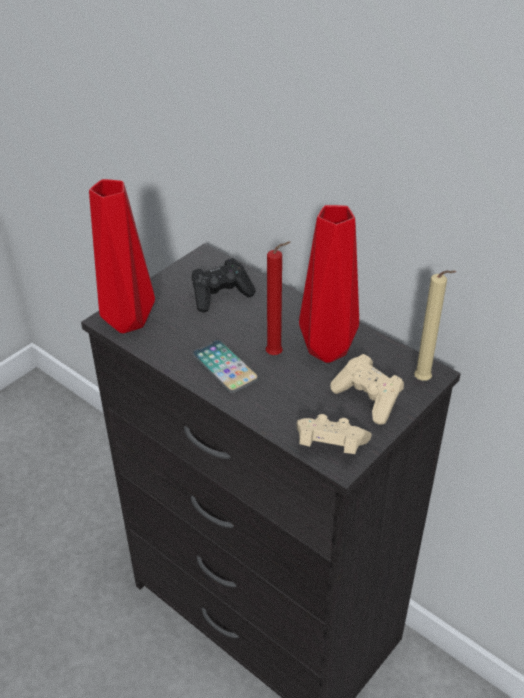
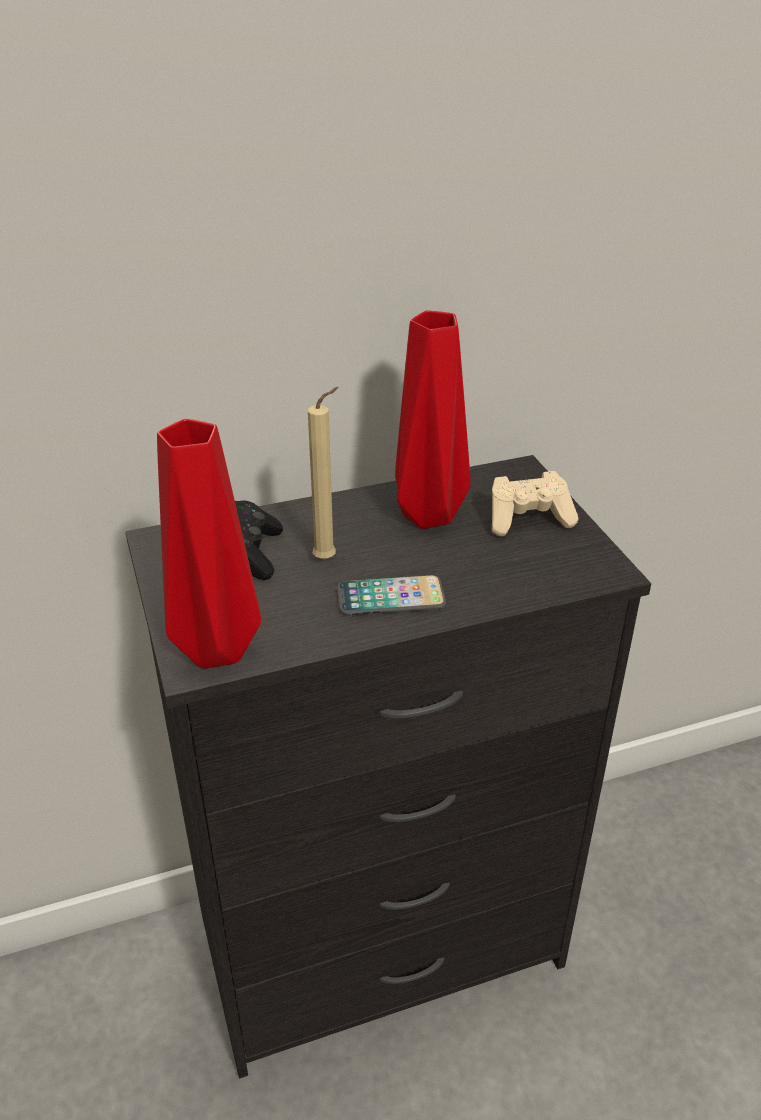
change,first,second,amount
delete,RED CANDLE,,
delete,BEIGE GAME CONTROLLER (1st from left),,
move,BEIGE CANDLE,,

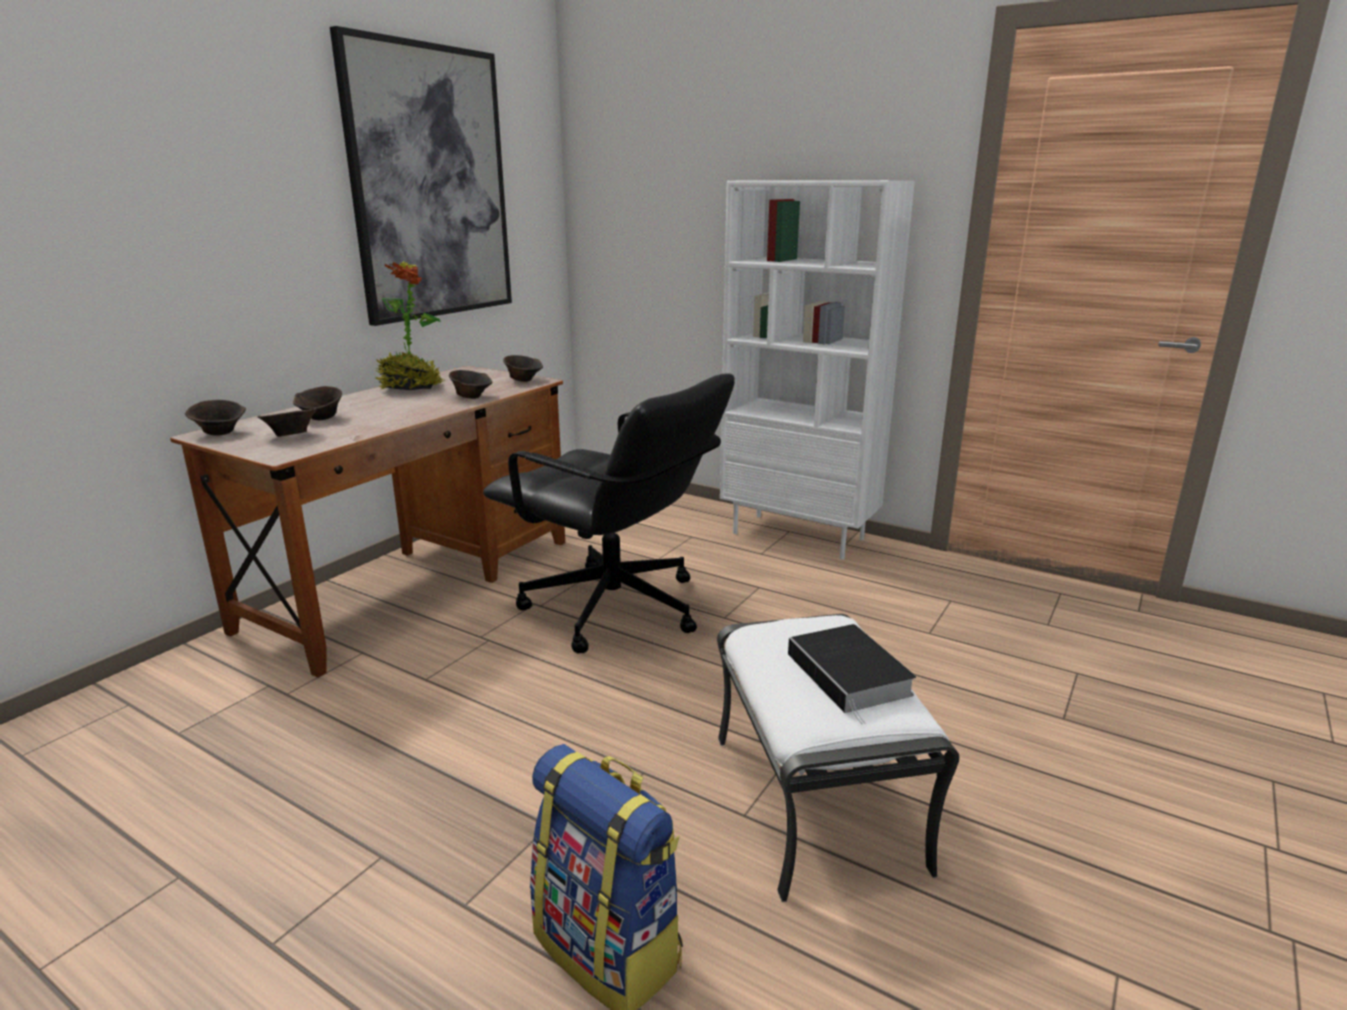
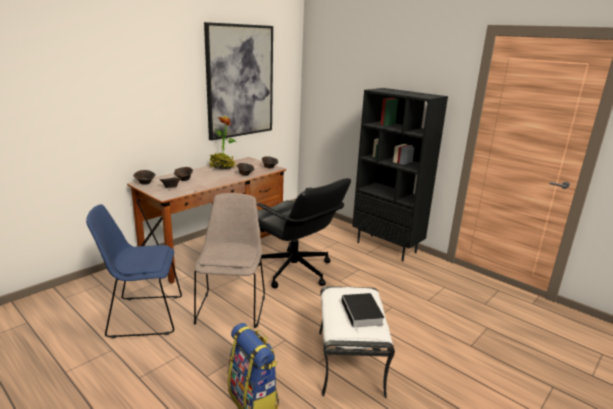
change,first,second,amount
recolor,WHITE BOOKCASE,BLACK BOOKCASE,
insert,,BLUE CHAIR,
insert,,BEIGE CHAIR,

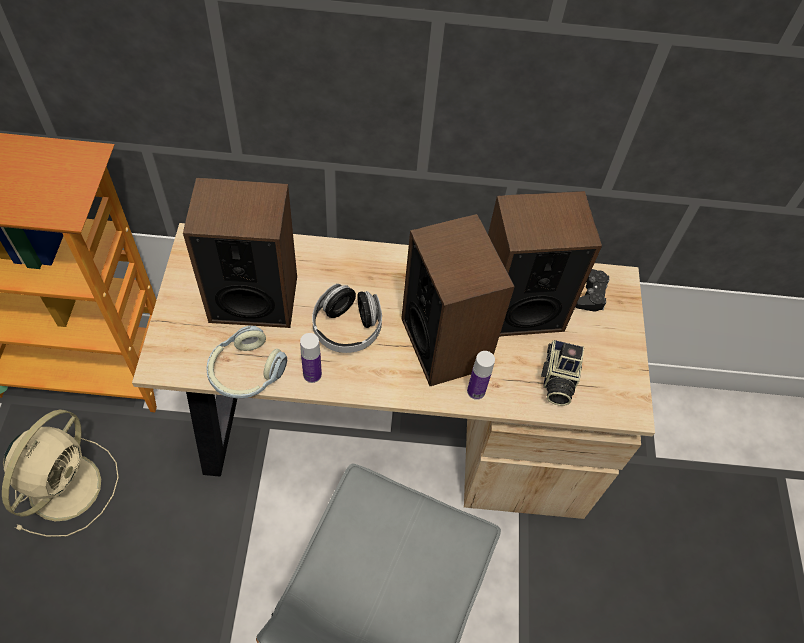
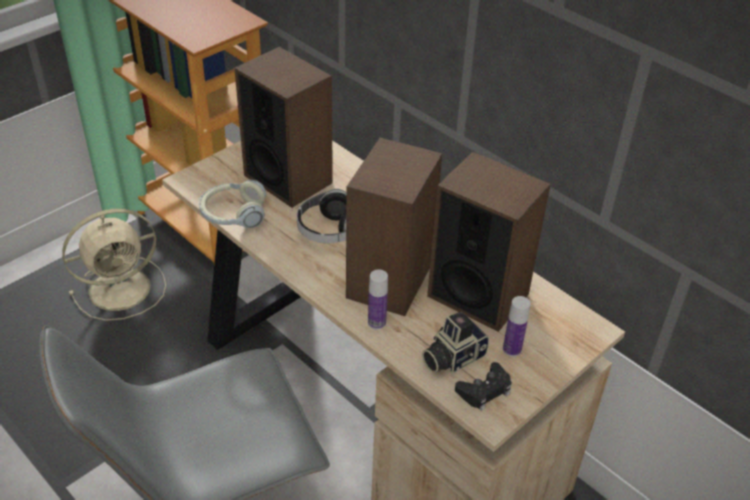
change,first,second,amount
move,BOTTLE (1st from left in the first image),BOTTLE (2nd from left),
move,BLACK GAME CONTROLLER,,

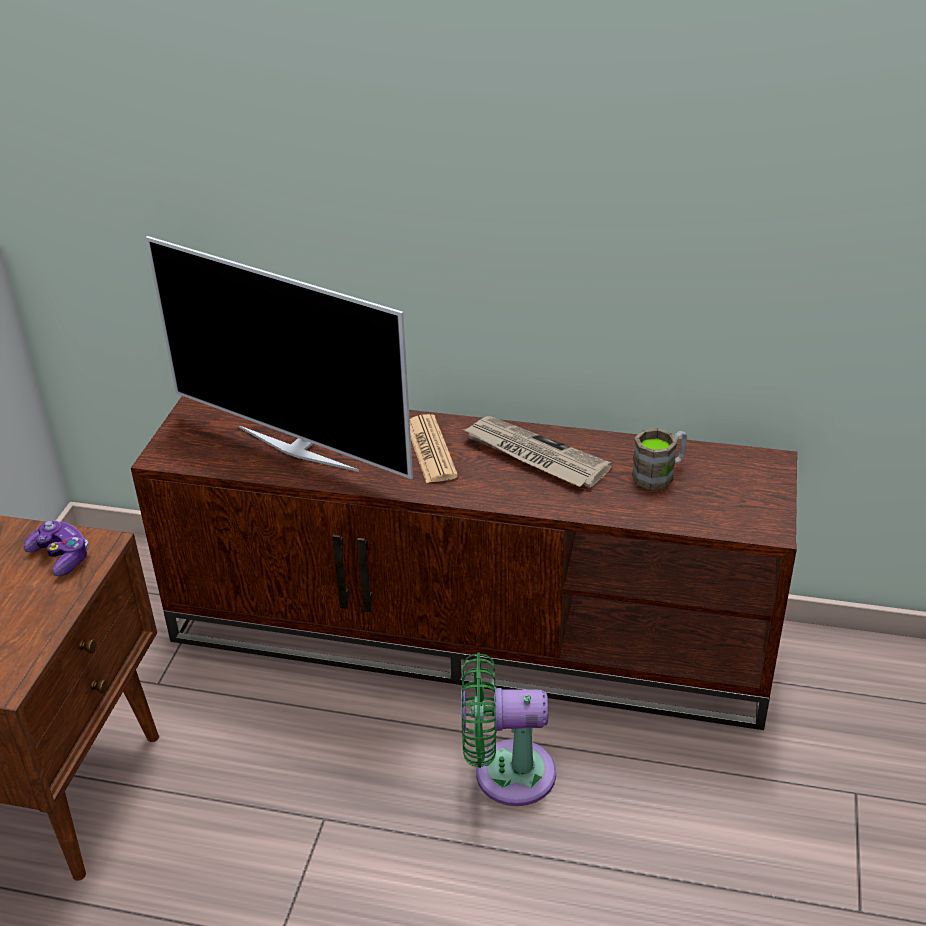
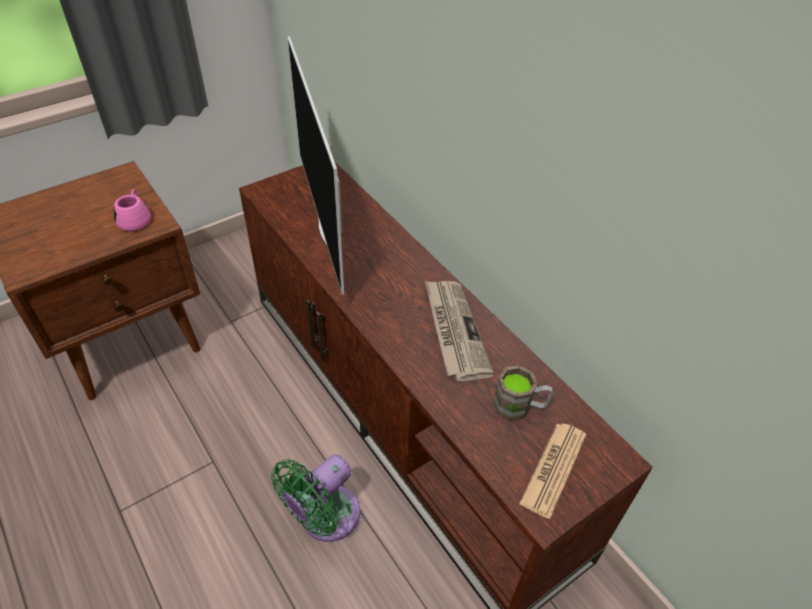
change,first,second,amount
replace,GAME CONTROLLER,PINK MUG,
move,NEWSPAPER (1st from left in the first image),NEWSPAPER (2nd from left),
rotate,GREEN FAN,,90 degrees counterclockwise

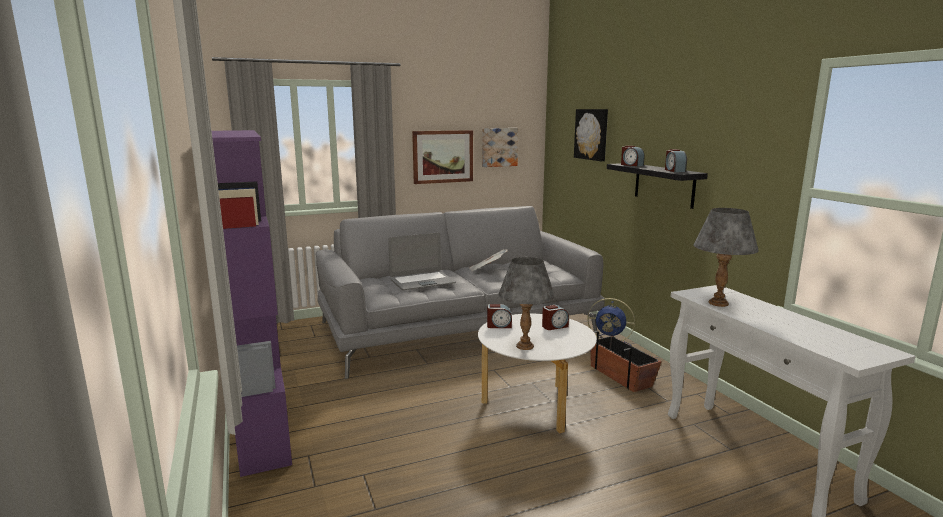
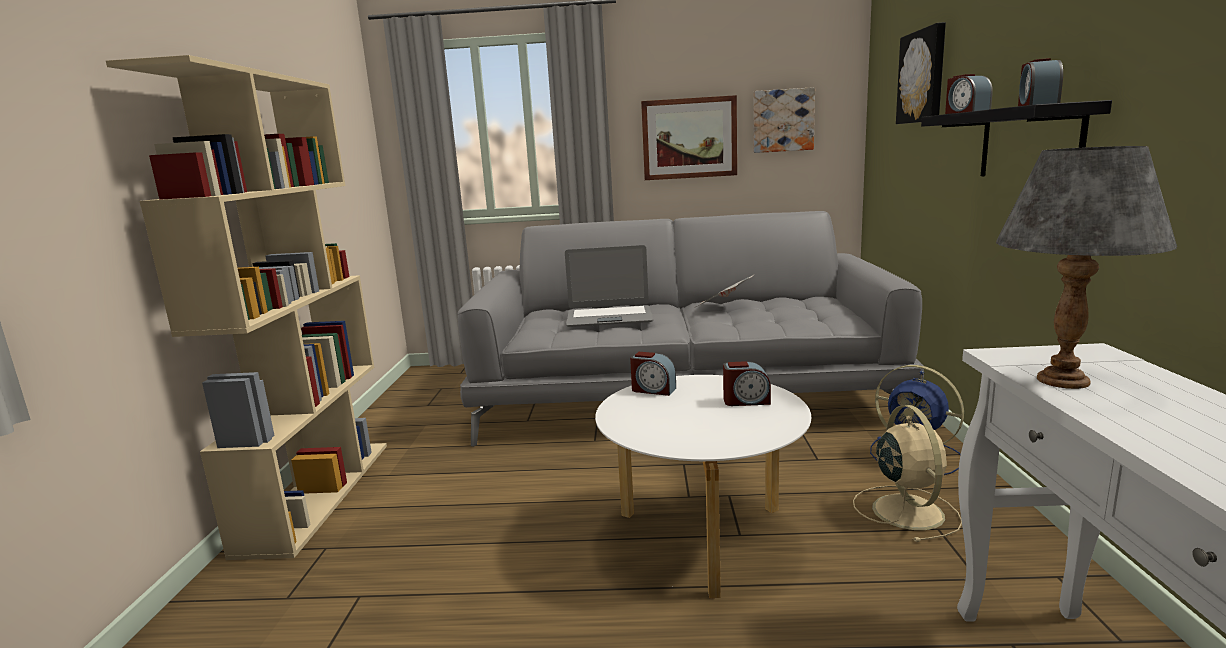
change,first,second,amount
recolor,PURPLE BOOKCASE,BEIGE BOOKCASE,
delete,GREY TABLE LAMP (1st from left),,
replace,PLANTER,BEIGE FAN,

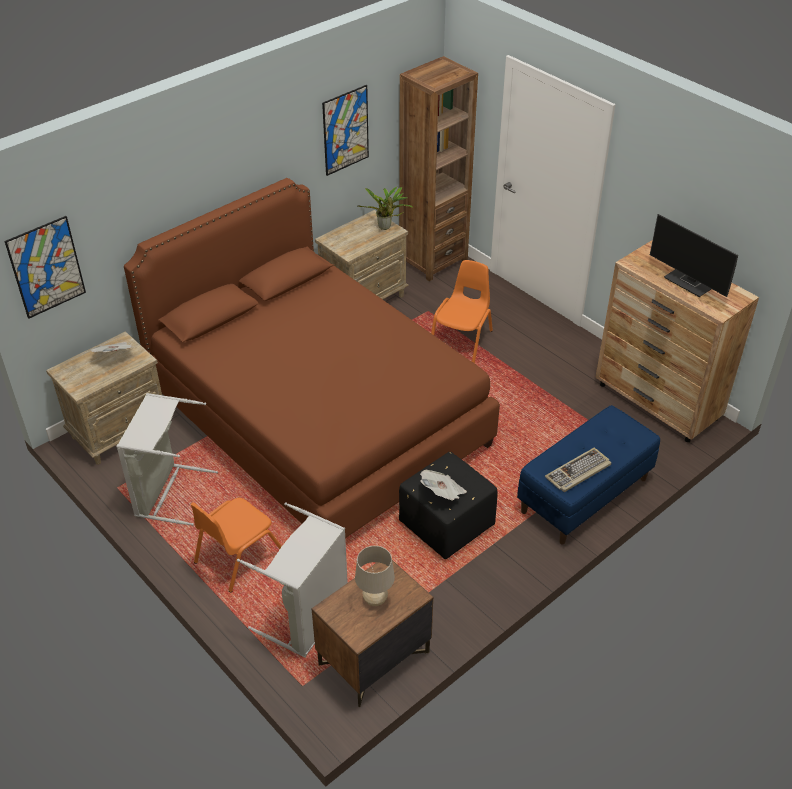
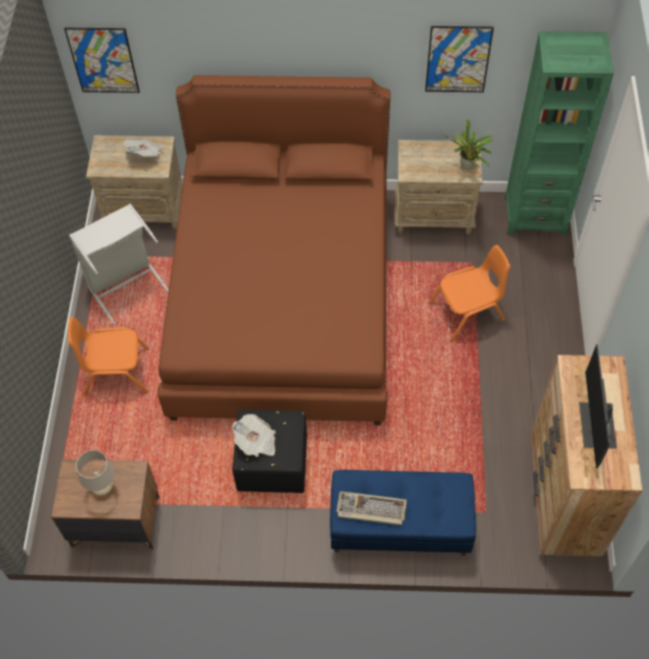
change,first,second,amount
delete,GREY LAUNDRY BASKET (2nd from left),,
recolor,BROWN BOOKCASE,GREEN BOOKCASE,

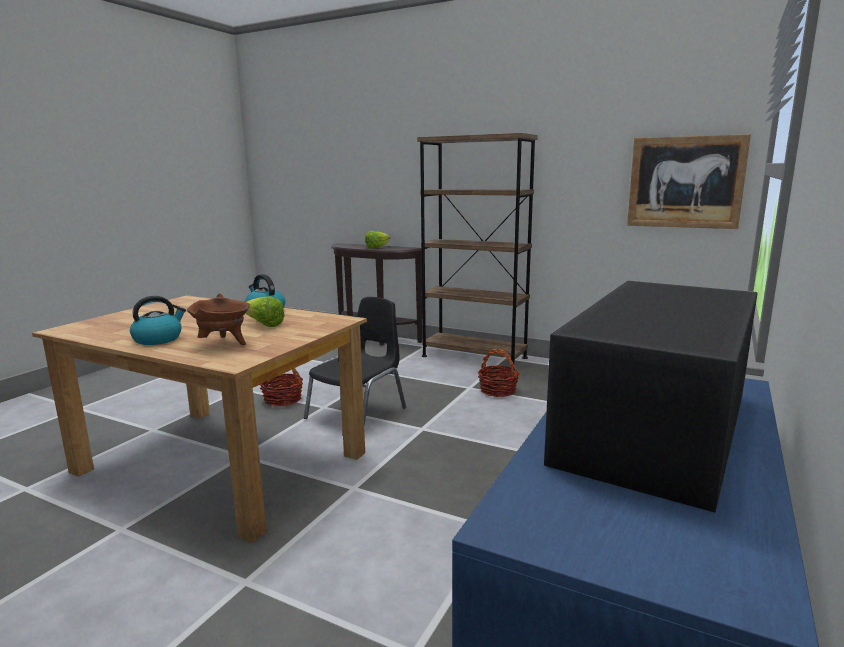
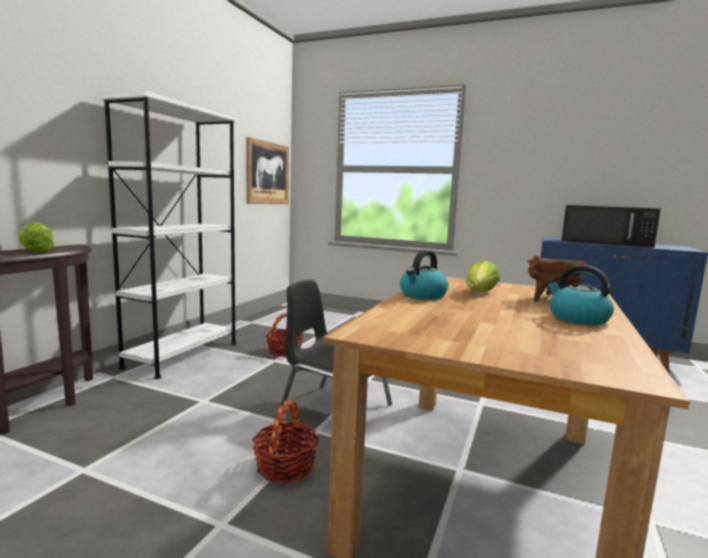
change,first,second,amount
recolor,BROWN BOOKCASE,WHITE BOOKCASE,

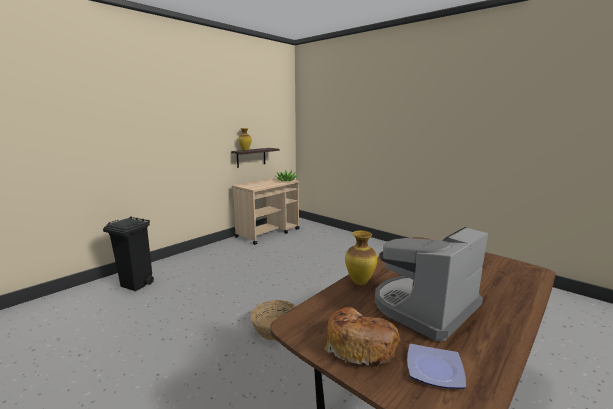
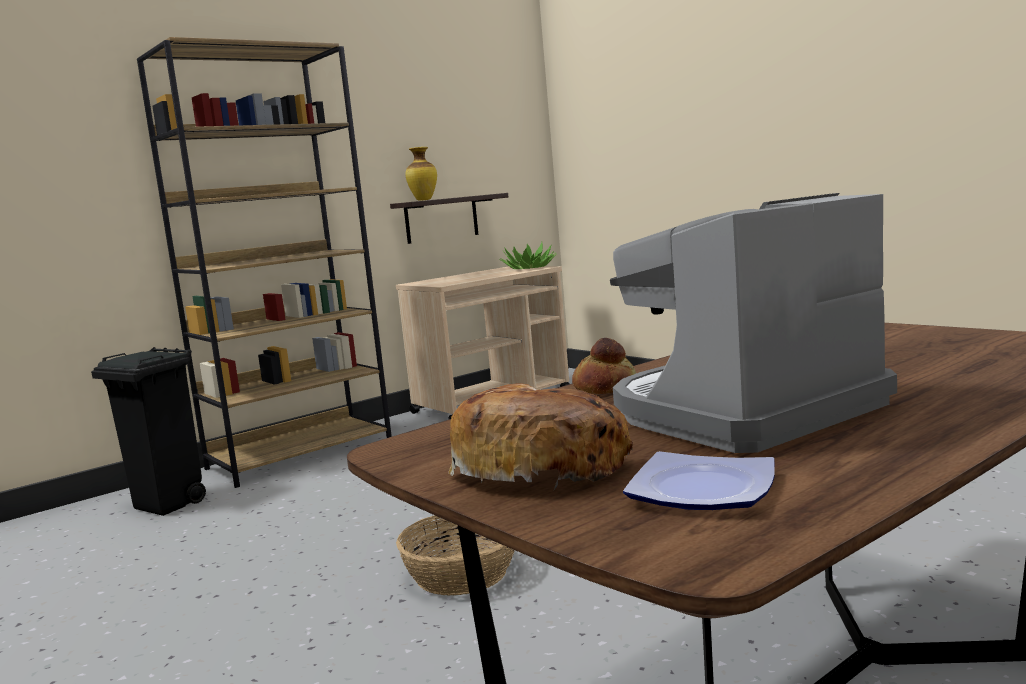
change,first,second,amount
replace,VASE (2nd from left),BREAD (2nd from left),
insert,,BROWN BOOKCASE,

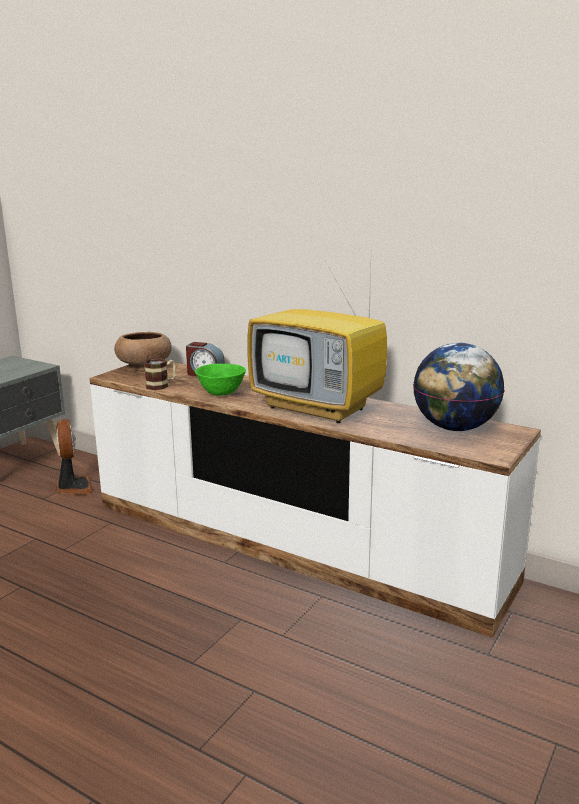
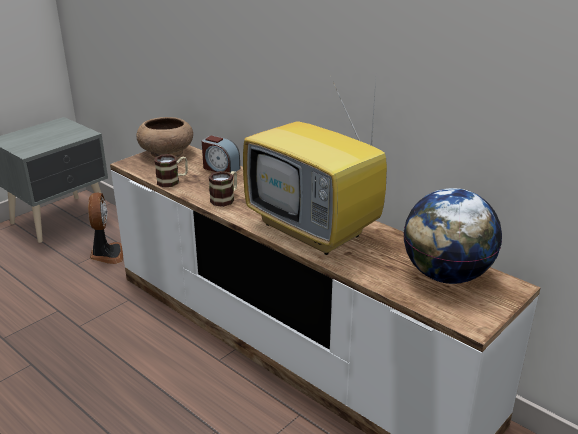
change,first,second,amount
replace,GREEN BOWL,MUG (2nd from left),

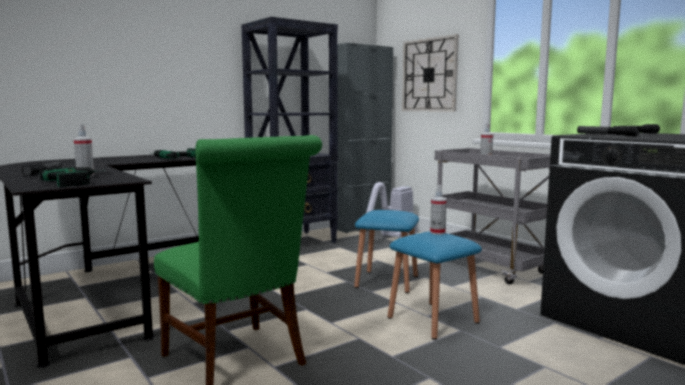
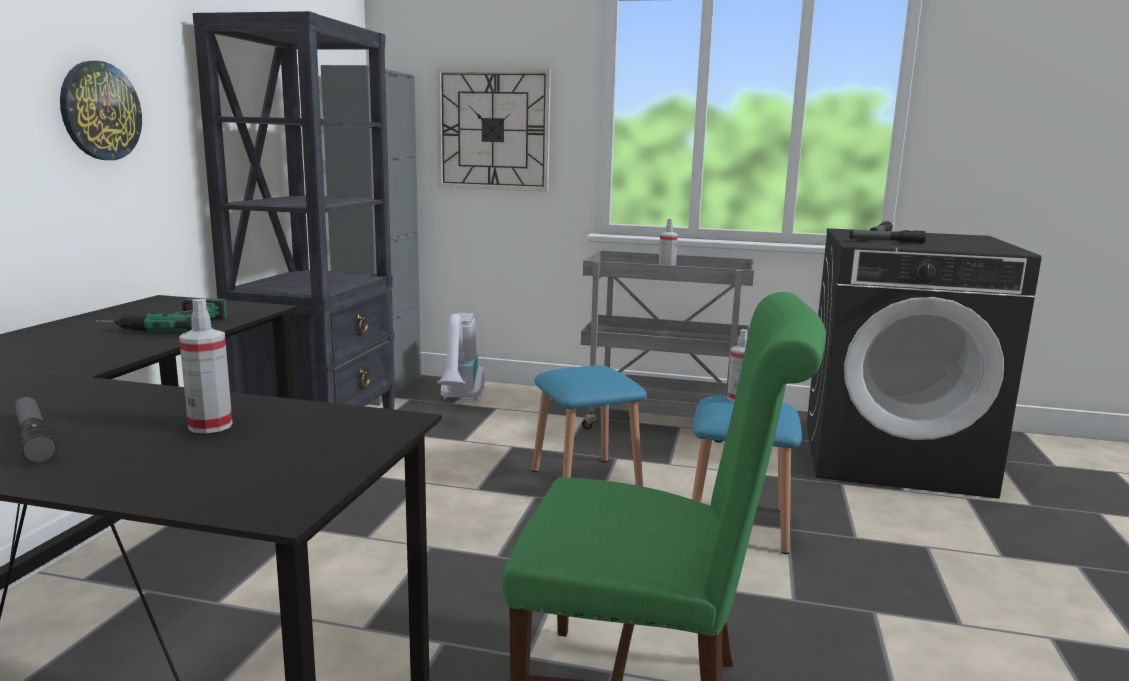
change,first,second,amount
delete,POWER DRILL (1st from left),,
insert,,WALL CLOCK (1st from left),

